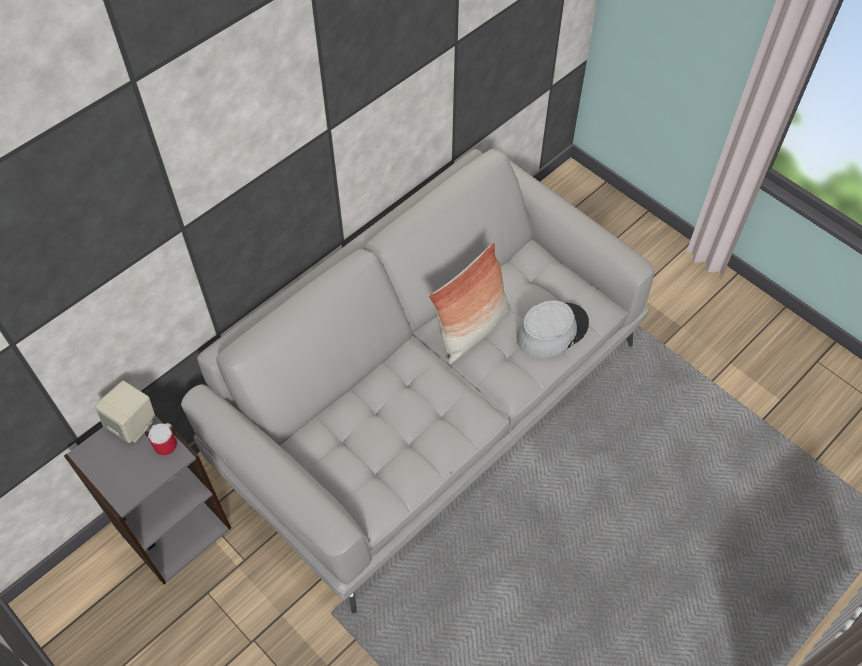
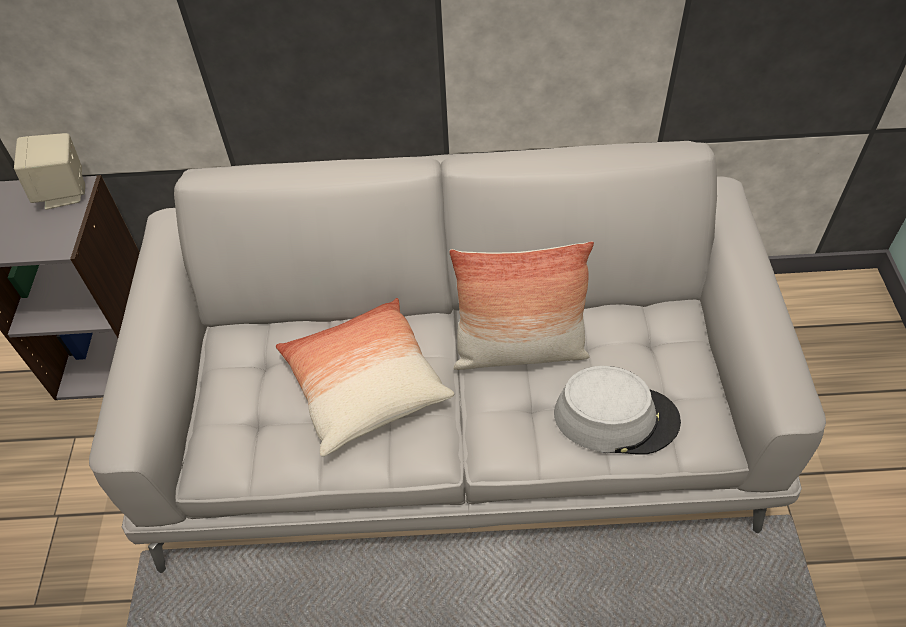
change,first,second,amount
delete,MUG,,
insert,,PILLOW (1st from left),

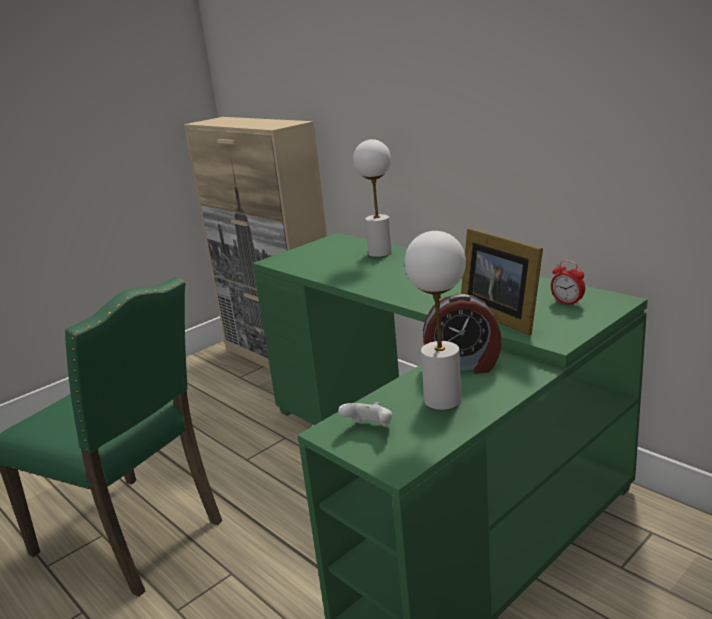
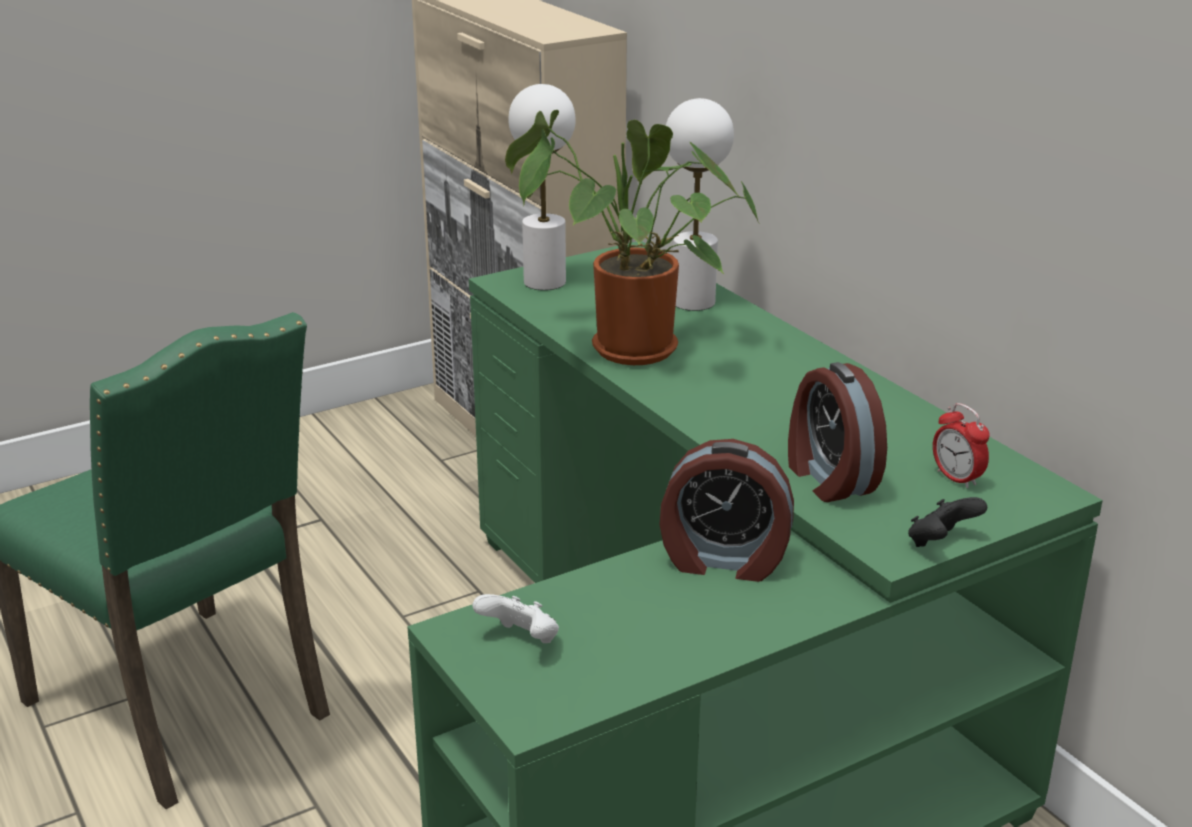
change,first,second,amount
move,WHITE TABLE LAMP (2nd from left in the first image),WHITE TABLE LAMP (1st from left),
replace,PICTURE FRAME,ALARM CLOCK (2nd from left),
insert,,POTTED PLANT,
insert,,BLACK GAME CONTROLLER,

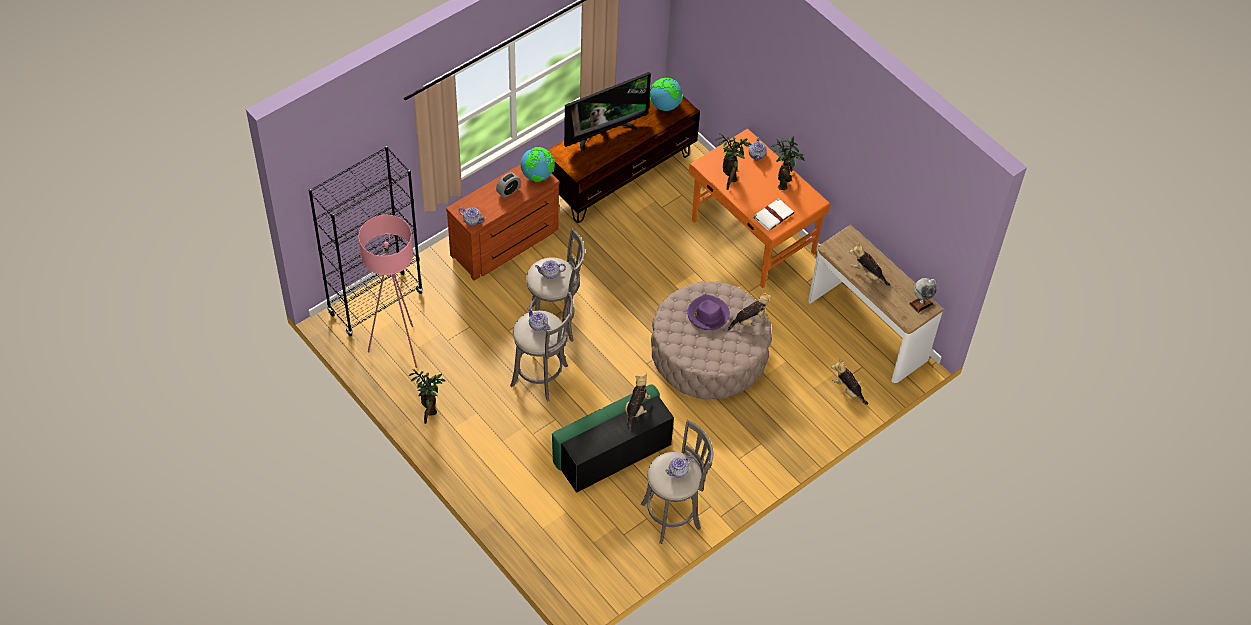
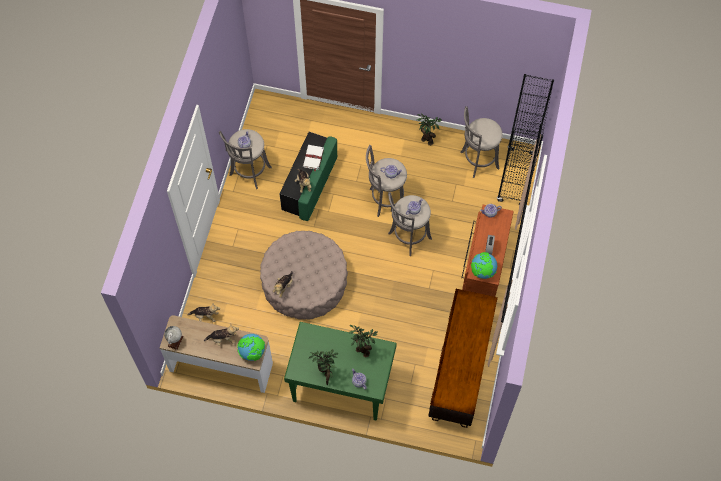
change,first,second,amount
replace,PINK FLOOR LAMP,GREY STOOL (4th from left),
delete,TELEVISION,,
move,GLOBE (2nd from left),,
delete,PURPLE HAT,,
recolor,ORANGE DESK,GREEN DESK,
move,WHITE BOOK,,

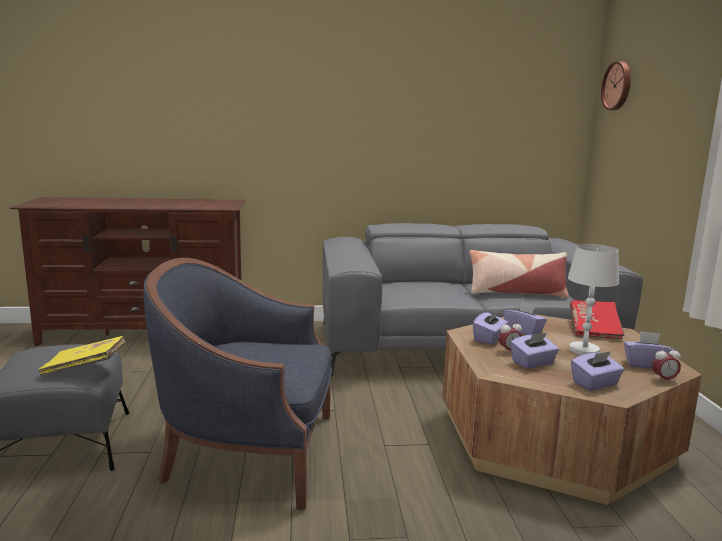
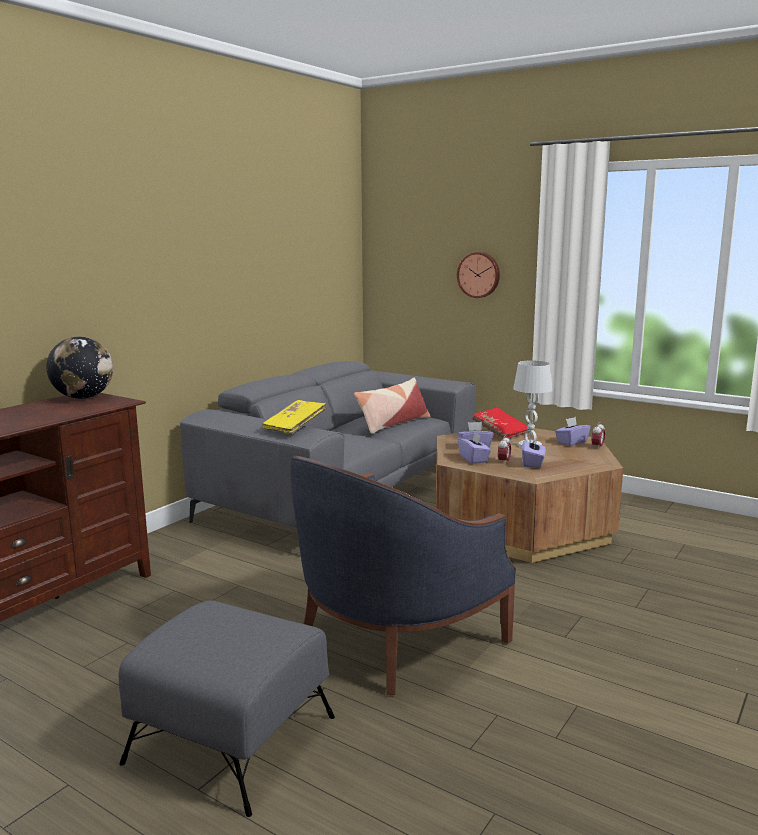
change,first,second,amount
move,YELLOW BOOK,,
delete,PURPLE TISSUE BOX (4th from left),,
move,WALL CLOCK,,
insert,,GLOBE,

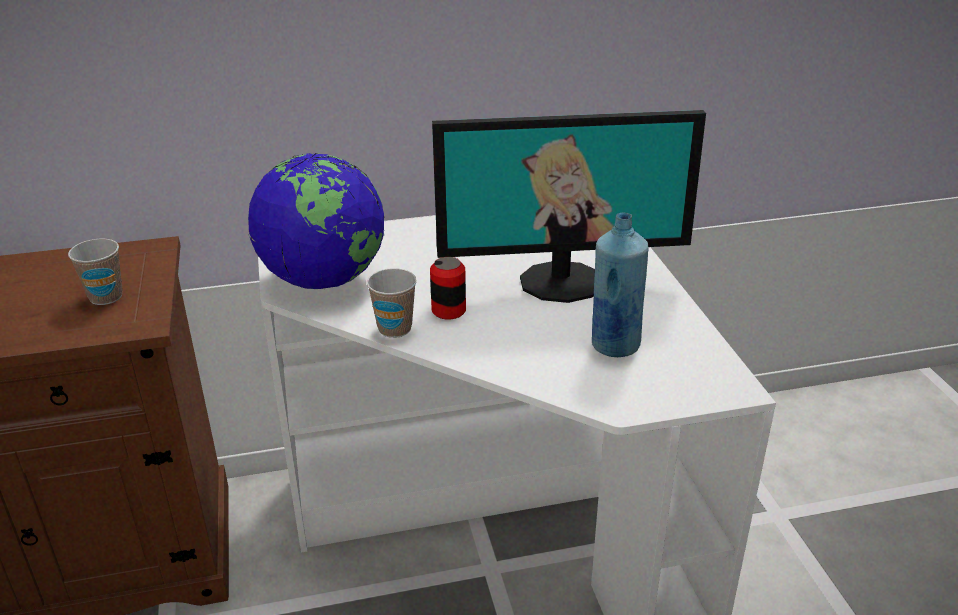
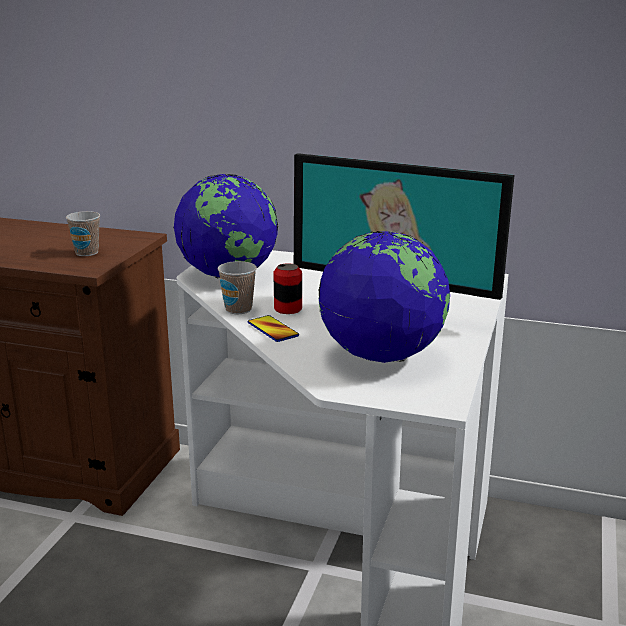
change,first,second,amount
replace,BLUE BOTTLE,GLOBE (2nd from left),
insert,,PHONE,

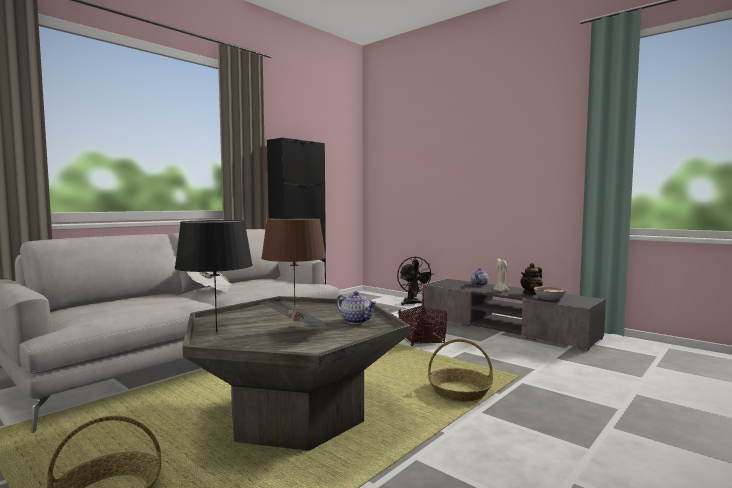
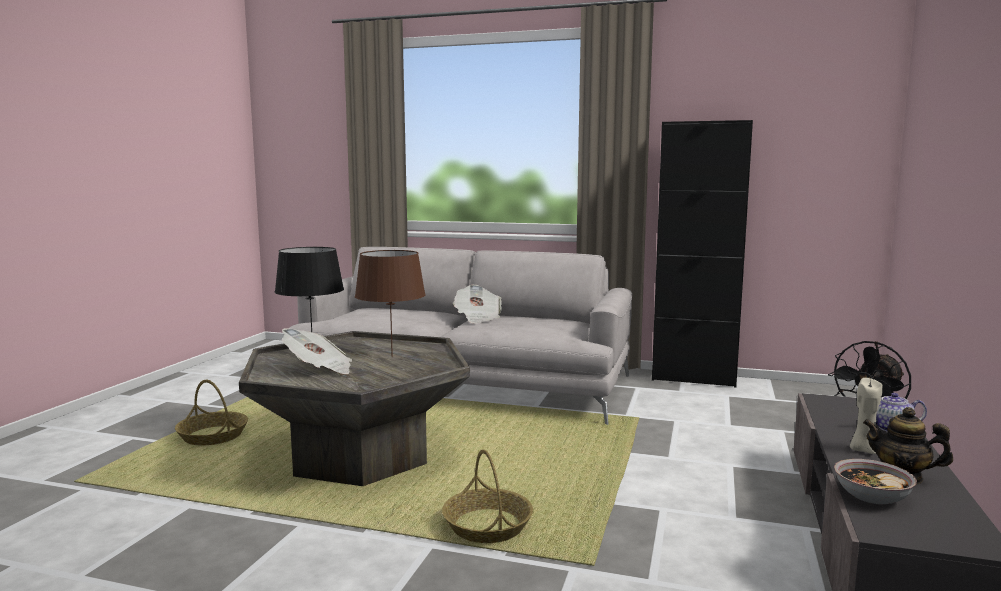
change,first,second,amount
delete,TEAPOT (1st from left),,
delete,BASKET (2nd from left),,

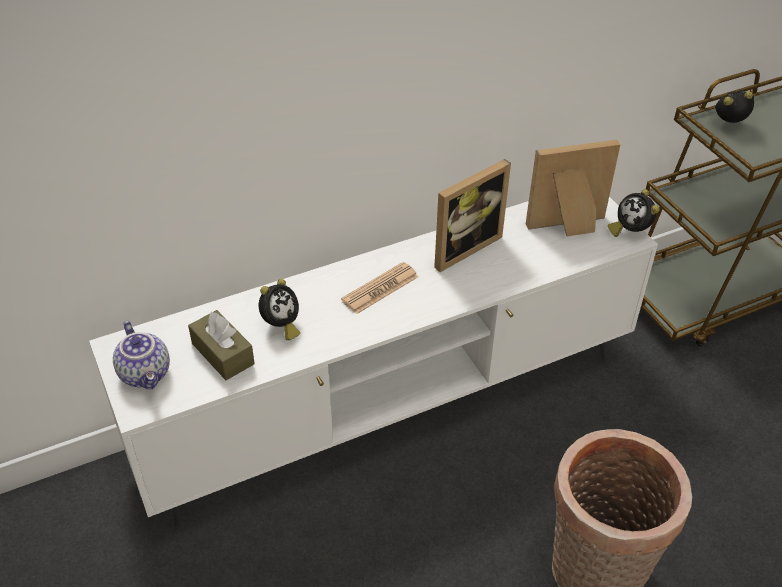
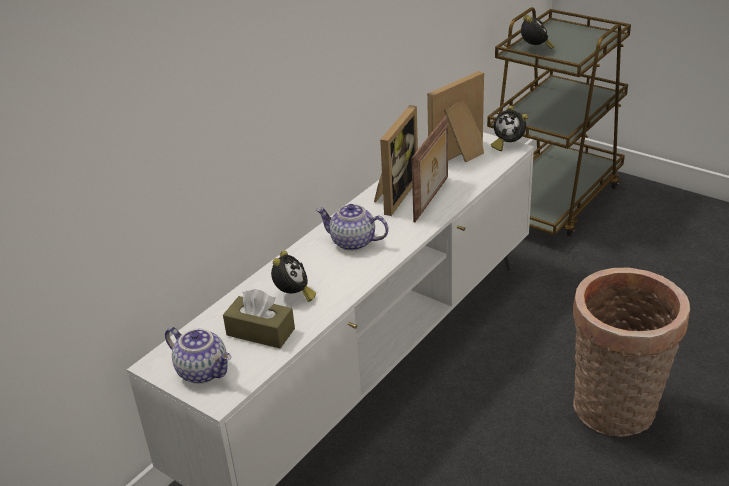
change,first,second,amount
replace,NEWSPAPER,TEAPOT (2nd from left),
rotate,ALARM CLOCK (3rd from left),,120 degrees clockwise
insert,,PICTURE FRAME (2nd from left),

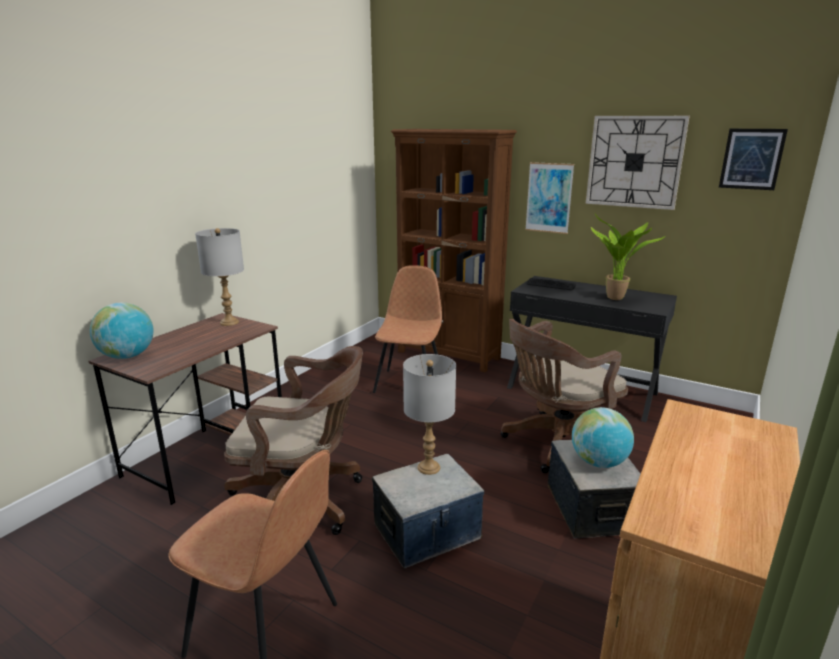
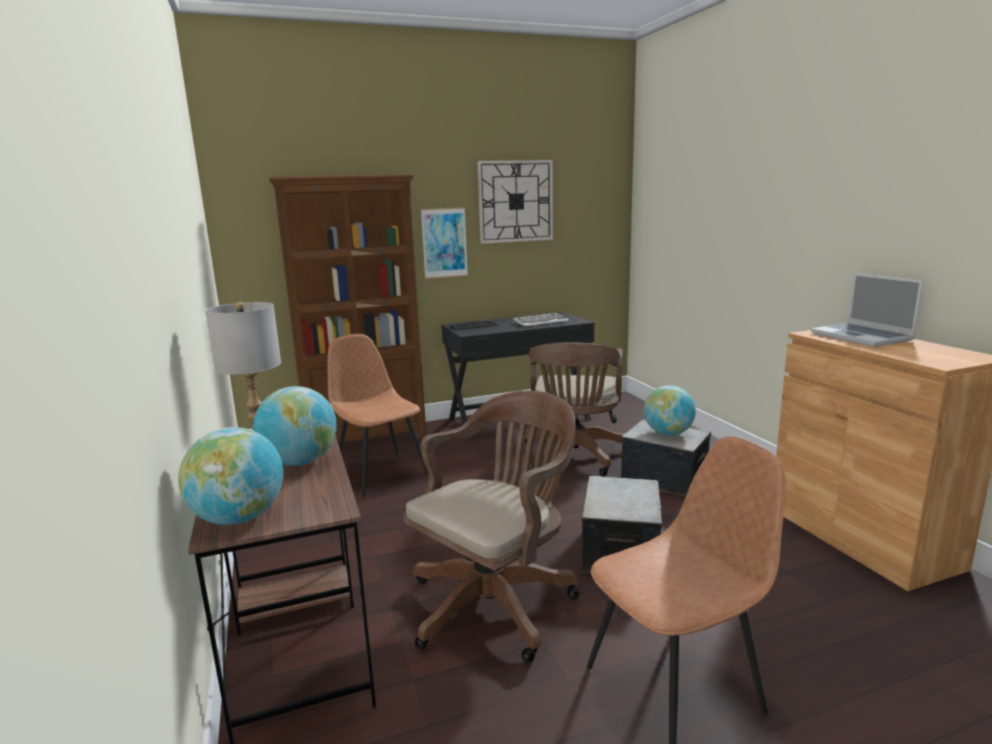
change,first,second,amount
delete,GREY TABLE LAMP (2nd from left),,
replace,POTTED PLANT,KEYBOARD (2nd from left),
delete,PICTURE (2nd from left),,
insert,,GLOBE (2nd from left),
insert,,LAPTOP,

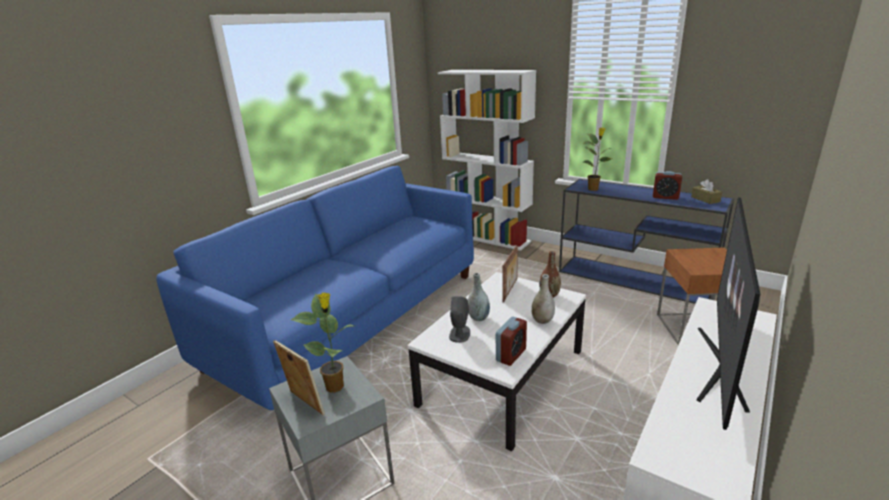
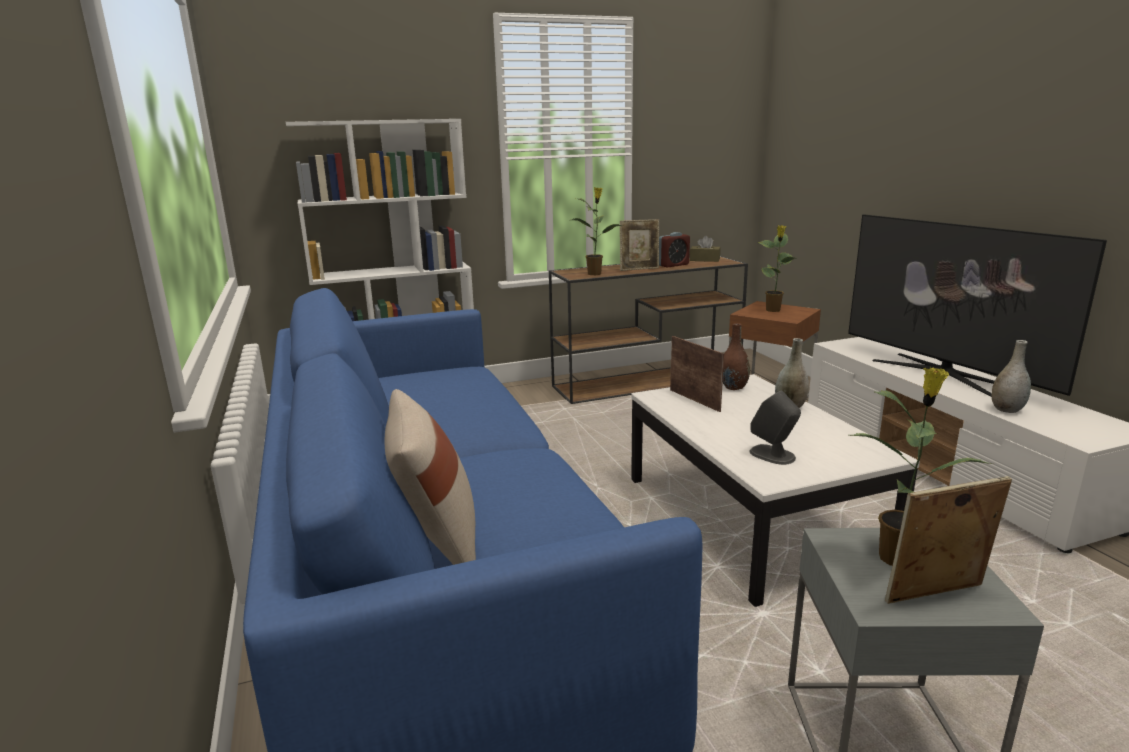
change,first,second,amount
move,GREY VASE (1st from left in the first image),GREY VASE (2nd from left),
delete,ALARM CLOCK (1st from left),,
recolor,BLUE CONSOLE TABLE,BROWN CONSOLE TABLE,
insert,,BEIGE PILLOW,
insert,,PICTURE FRAME (1st from left),
insert,,POTTED PLANT (2nd from left),

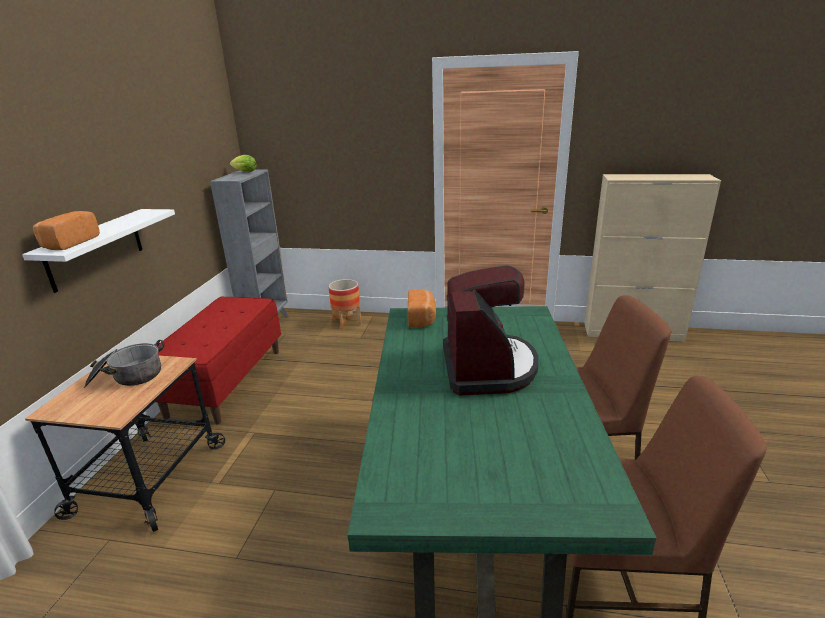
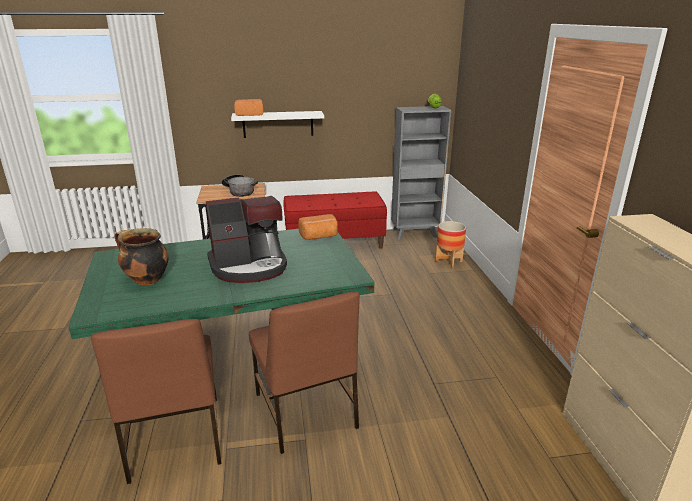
change,first,second,amount
insert,,COOKING POT (1st from left),

